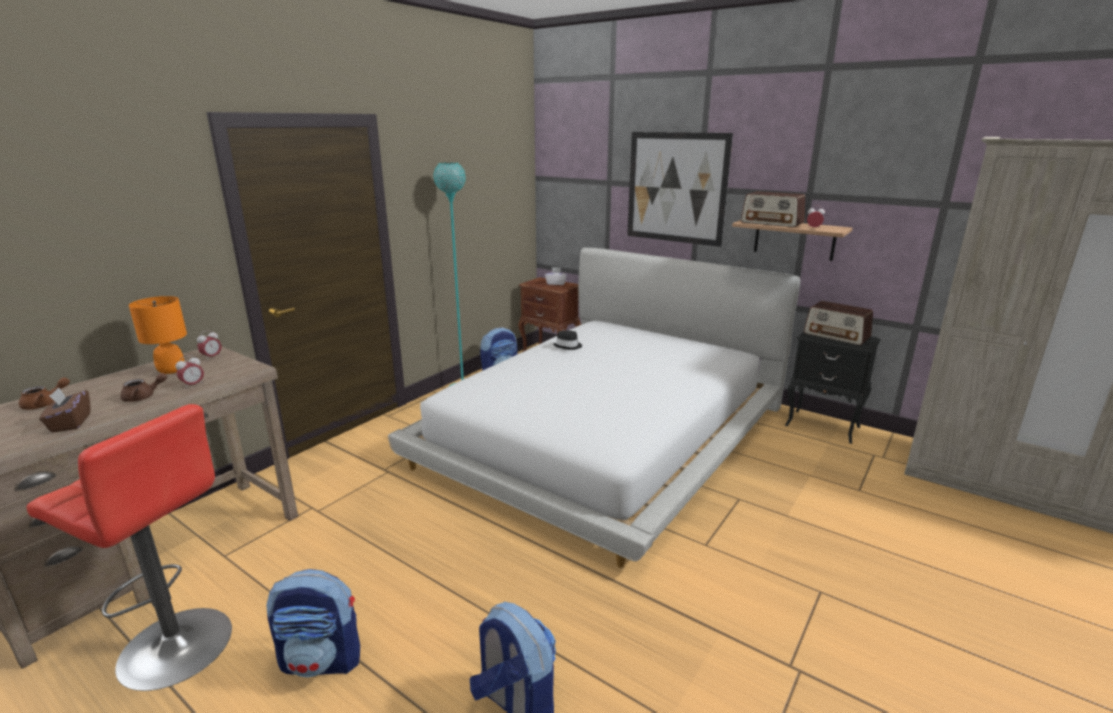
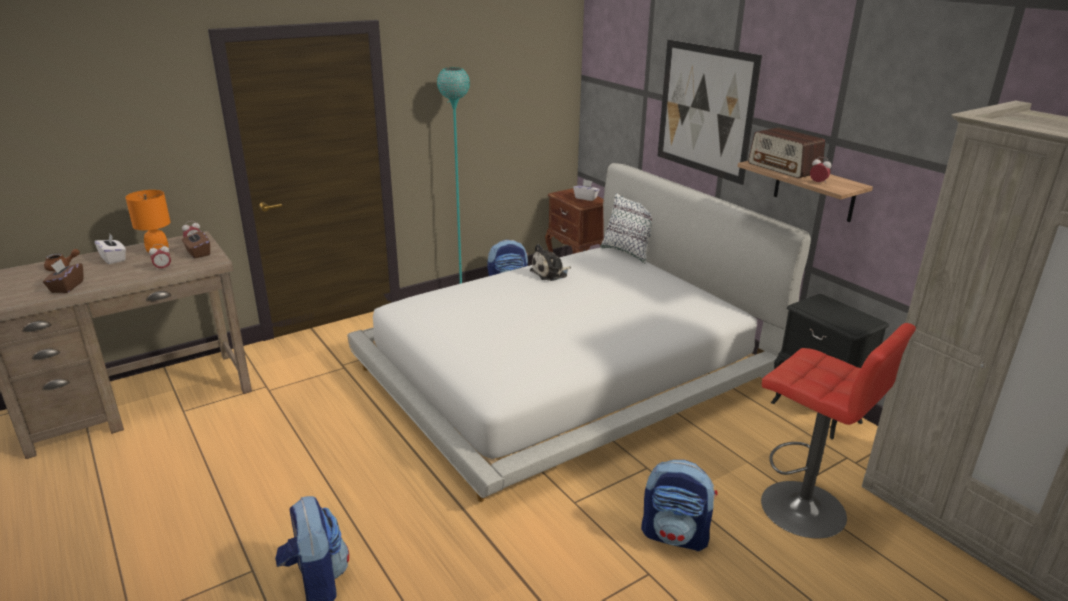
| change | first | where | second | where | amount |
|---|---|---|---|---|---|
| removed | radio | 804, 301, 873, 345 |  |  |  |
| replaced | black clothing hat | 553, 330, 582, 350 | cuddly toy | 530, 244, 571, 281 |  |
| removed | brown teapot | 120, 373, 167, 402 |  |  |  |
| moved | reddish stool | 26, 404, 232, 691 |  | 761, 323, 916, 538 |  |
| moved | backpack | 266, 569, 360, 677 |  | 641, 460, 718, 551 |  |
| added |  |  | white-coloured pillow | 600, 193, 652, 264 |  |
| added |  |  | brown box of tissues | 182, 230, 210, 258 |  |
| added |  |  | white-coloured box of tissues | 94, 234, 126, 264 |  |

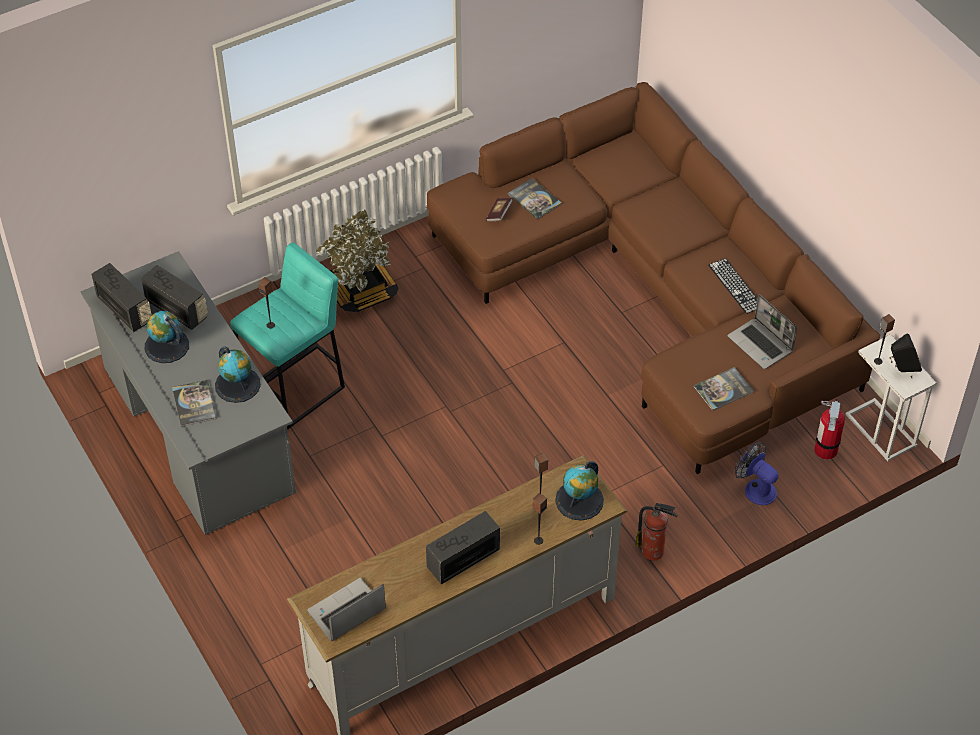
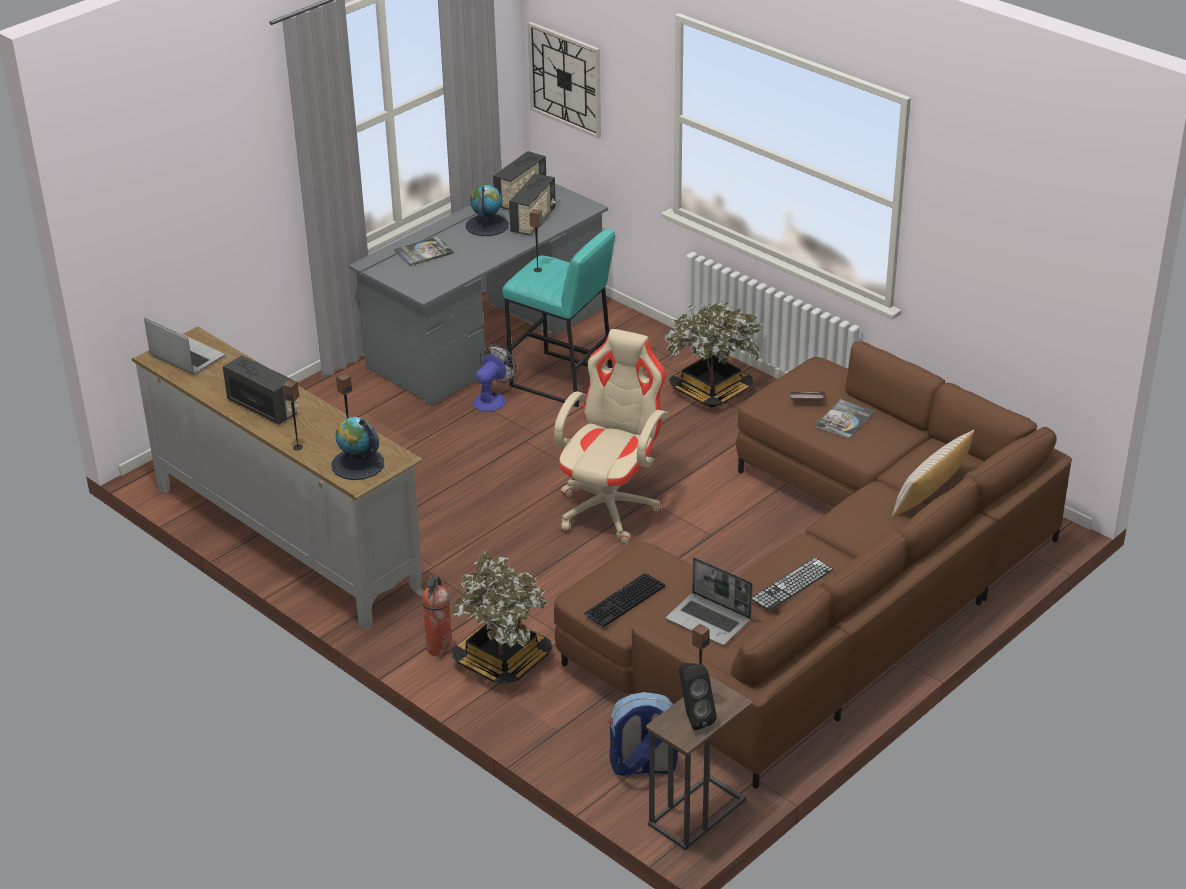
| change | first | where | second | where | amount |
|---|---|---|---|---|---|
| turned | notebook computer | 727, 294, 797, 369 |  | 666, 557, 752, 645 | 90 degrees counterclockwise |
| recoloured | white-coloured accent table | 846, 335, 937, 461 | brown accent table | 646, 677, 752, 851 |  |
| removed | world globe | 215, 346, 261, 403 |  |  |  |
| replaced | volume | 694, 367, 754, 411 | keyboard | 583, 573, 665, 628 |  |
| replaced | fire extinguisher | 814, 399, 845, 460 | backpack | 608, 692, 678, 776 |  |
| moved | fan | 735, 443, 779, 505 |  | 474, 344, 517, 412 |  |
| added |  |  | hanging clock | 527, 22, 601, 138 |  |
| added |  |  | sand-coloured desk chair | 554, 329, 669, 544 |  |
| added |  |  | sand-coloured pillow | 892, 430, 975, 517 |  |
| added |  |  | plant in a pot | 452, 552, 552, 684 |  |

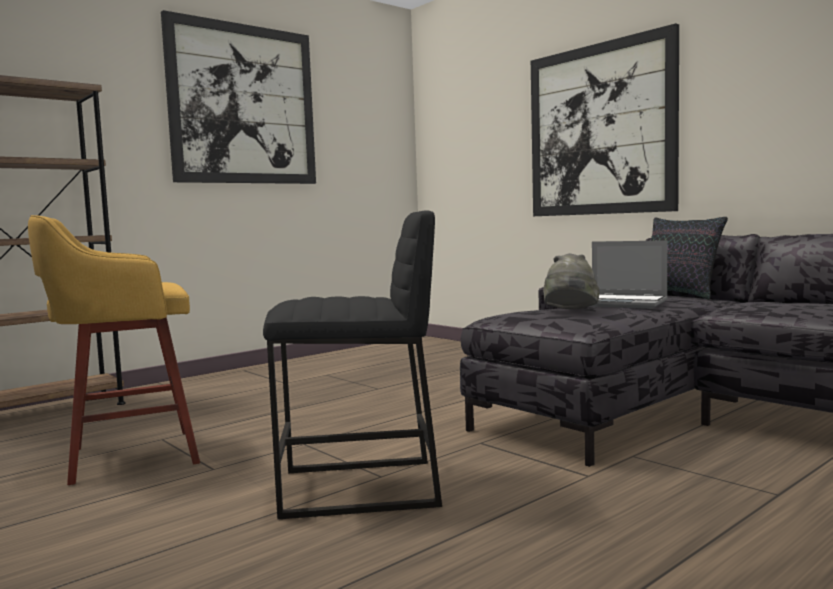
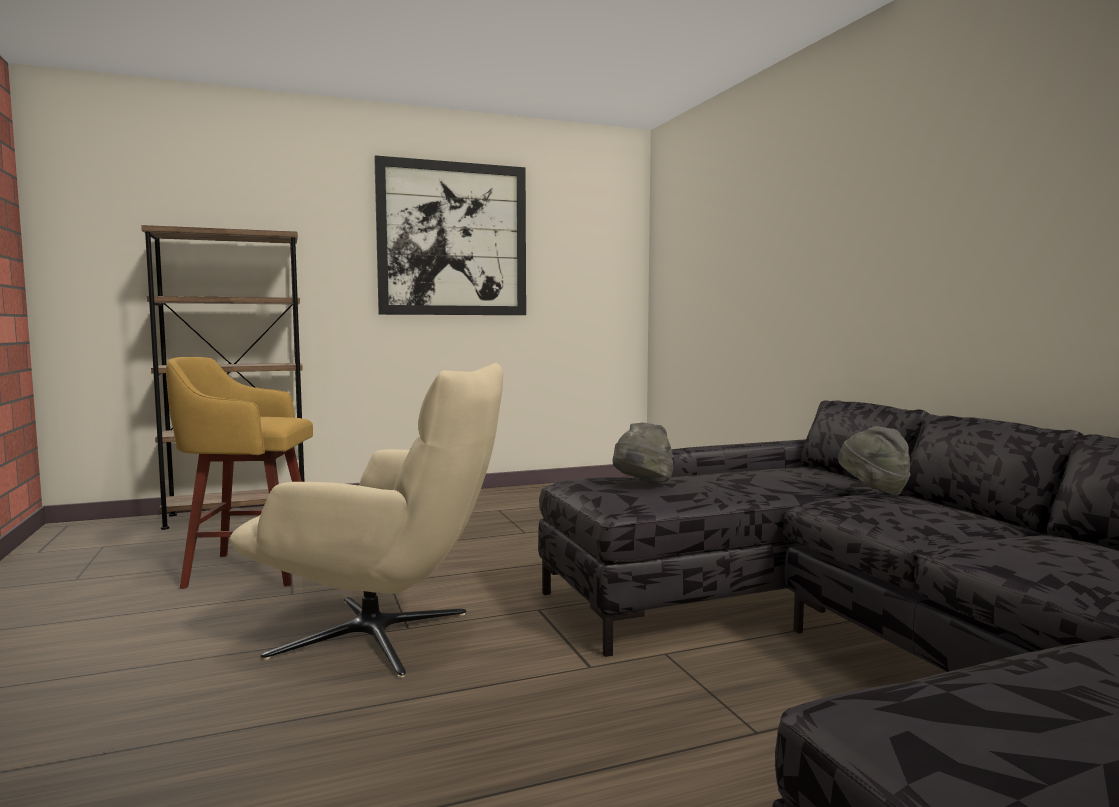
| change | first | where | second | where | amount |
|---|---|---|---|---|---|
| removed | picture | 531, 23, 679, 216 |  |  |  |
| replaced | black stool | 263, 210, 442, 519 | sand-coloured lounge chair | 230, 363, 503, 678 |  |
| removed | black pillow | 651, 217, 728, 300 |  |  |  |
| removed | notebook computer | 589, 240, 667, 309 |  |  |  |
| added |  |  | greyish clothing hat | 838, 426, 911, 495 |  |

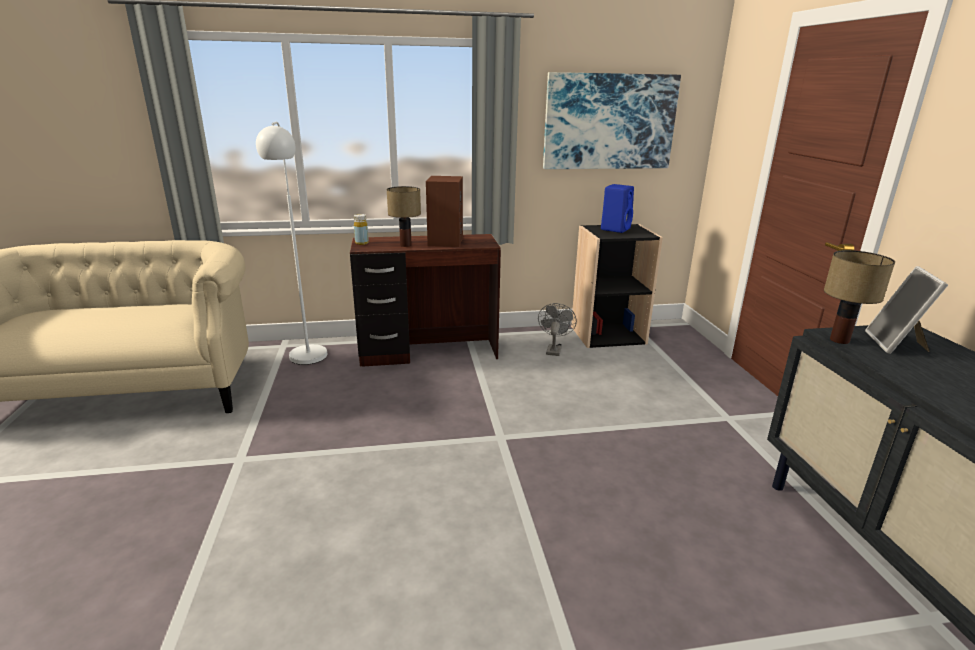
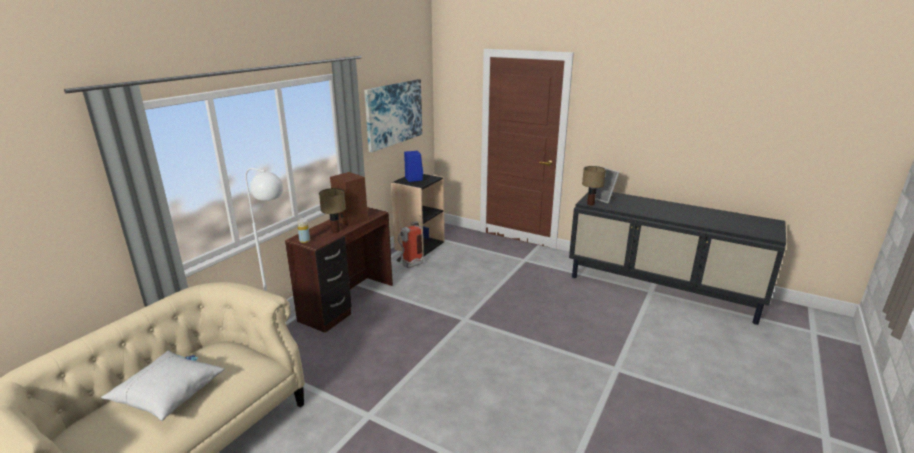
| change | first | where | second | where | amount |
|---|---|---|---|---|---|
| replaced | greyish fan | 538, 303, 577, 356 | fire extinguisher | 396, 221, 423, 268 |  |
| added |  |  | greyish pillow | 101, 350, 225, 421 |  |

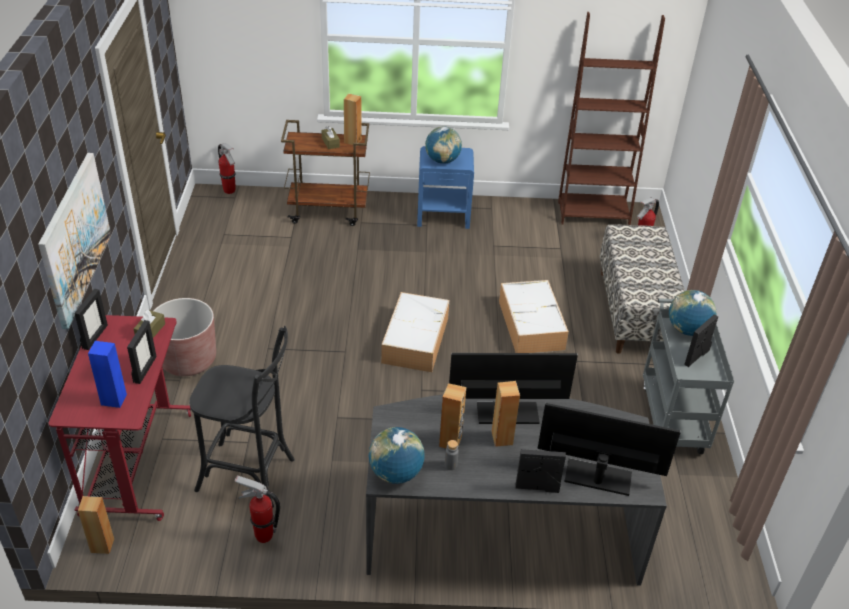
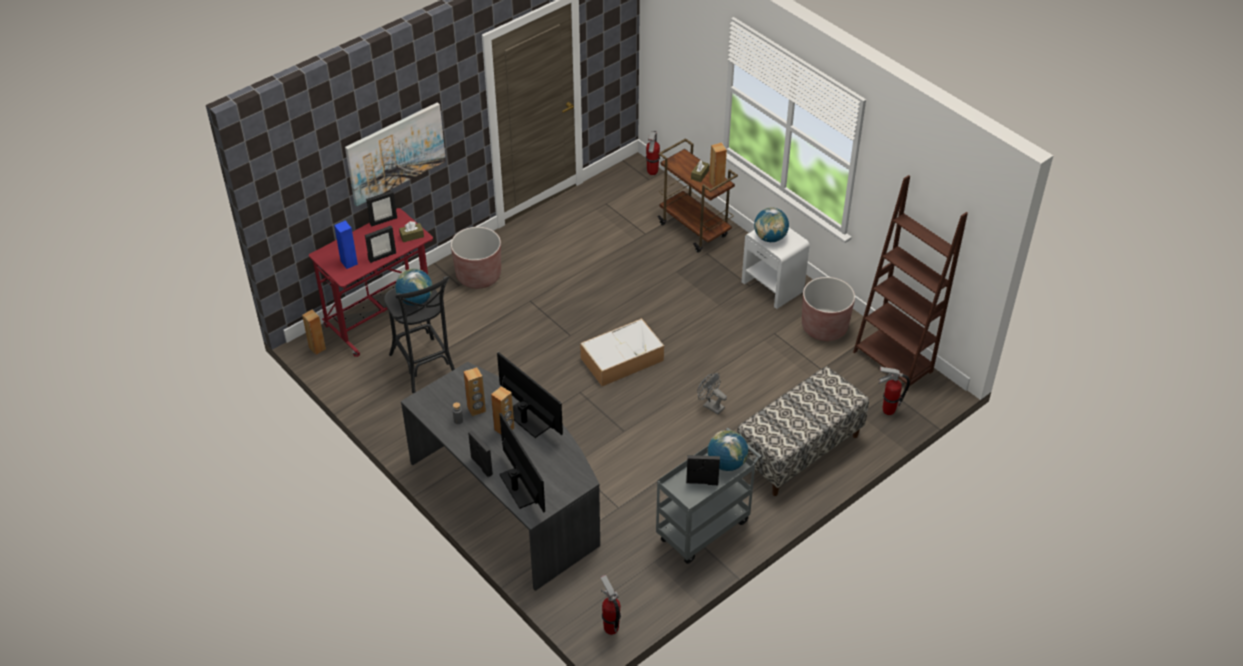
| change | first | where | second | where | amount |
|---|---|---|---|---|---|
| recoloured | blue nightstand | 417, 146, 474, 229 | white-coloured nightstand | 742, 228, 810, 309 |  |
| replaced | storage bin | 499, 280, 569, 353 | greyish fan | 697, 373, 727, 414 |  |
| moved | world globe | 369, 427, 425, 484 |  | 395, 269, 432, 306 |  |
| moved | fire extinguisher | 235, 475, 280, 543 |  | 600, 574, 621, 635 |  |
| added |  |  | brown planter | 802, 277, 855, 341 |  |

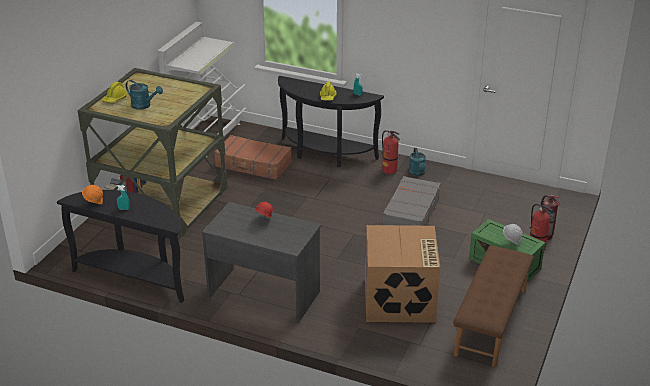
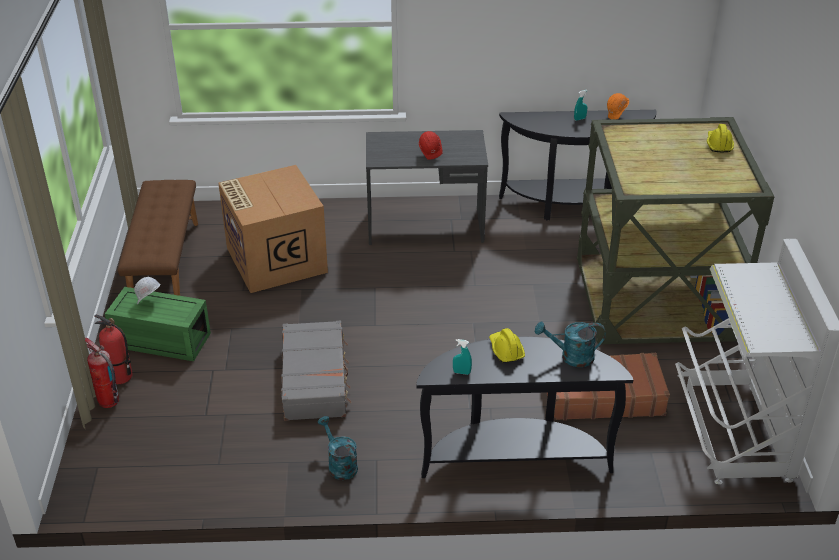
| change | first | where | second | where | amount |
|---|---|---|---|---|---|
| moved | turquoise-coloured sprinkling can | 126, 80, 163, 110 |  | 535, 322, 606, 367 |  |
| removed | fire extinguisher | 382, 130, 400, 174 |  |  |  |

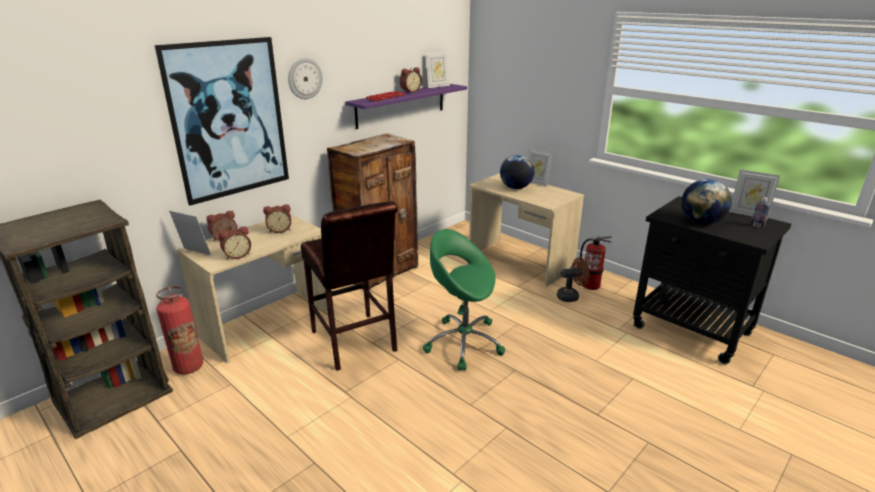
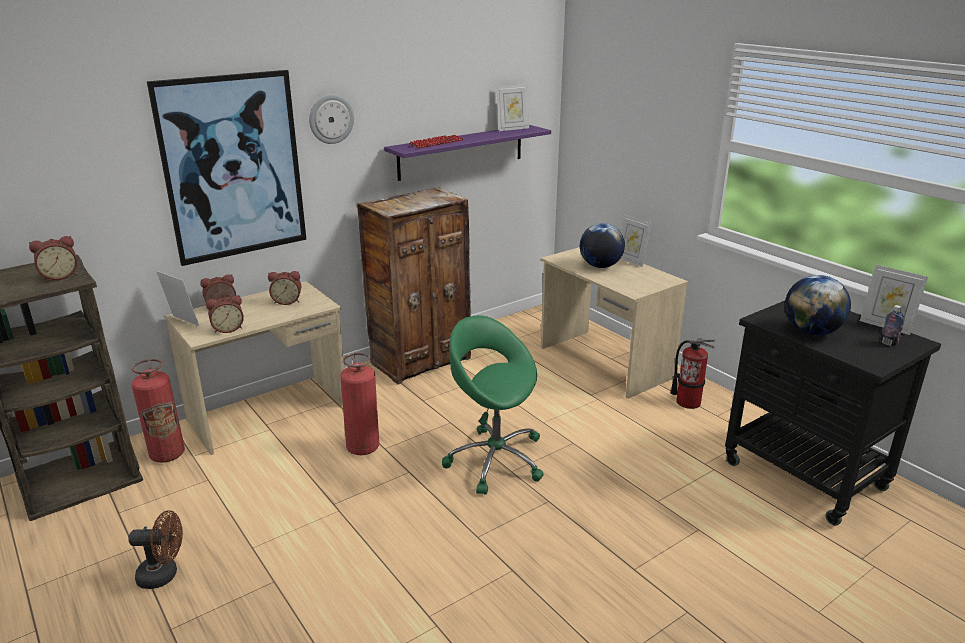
| change | first | where | second | where | amount |
|---|---|---|---|---|---|
| moved | table clock | 400, 67, 422, 93 |  | 29, 236, 77, 281 |  |
| replaced | brown stool | 301, 201, 398, 371 | fire extinguisher | 340, 353, 379, 455 |  |
| moved | brown fan | 557, 258, 590, 302 |  | 128, 510, 183, 589 |  |

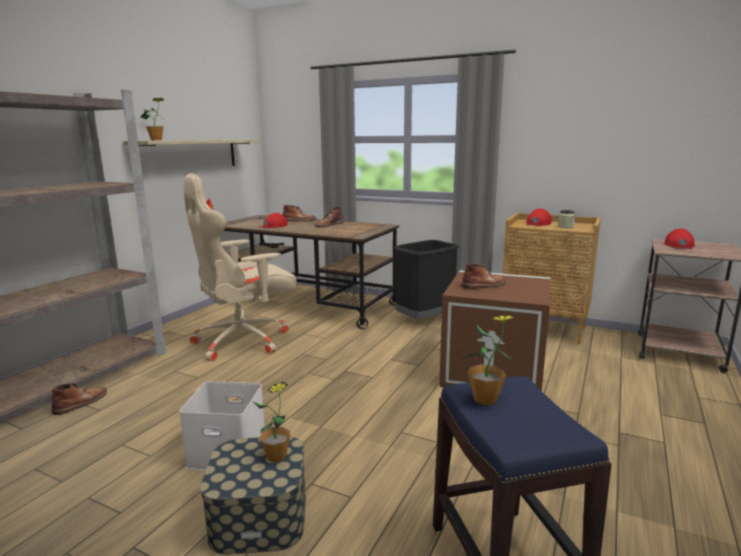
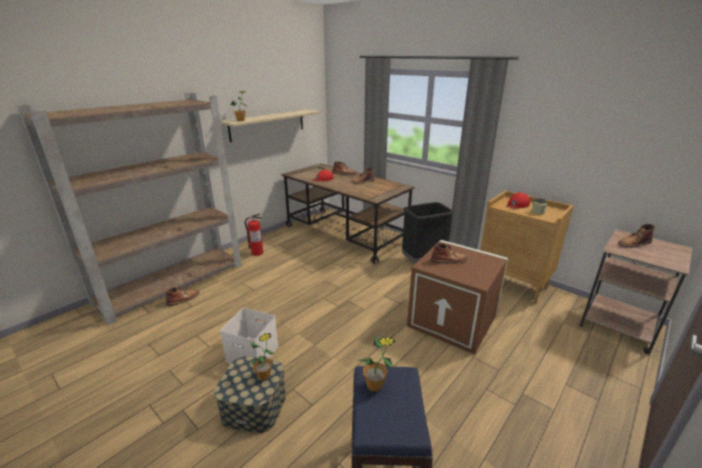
| change | first | where | second | where | amount |
|---|---|---|---|---|---|
| removed | sand-coloured desk chair | 183, 173, 297, 361 |  |  |  |
| replaced | reddish cap | 665, 228, 694, 249 | brown tall boot | 618, 224, 655, 248 |  |
| added |  |  | fire extinguisher | 245, 214, 263, 256 |  |

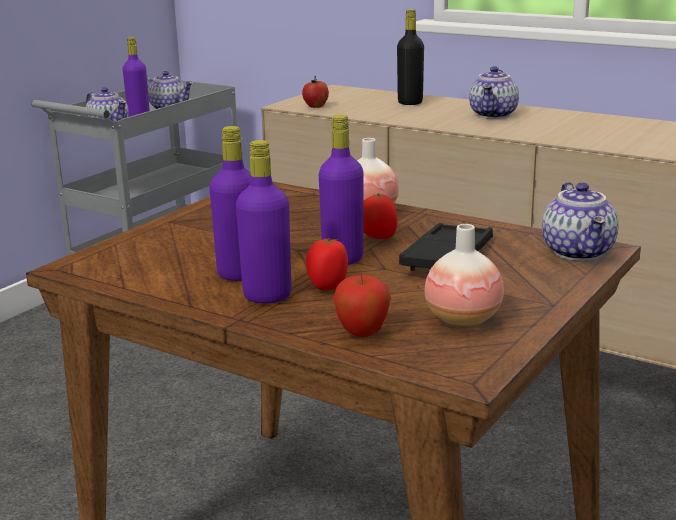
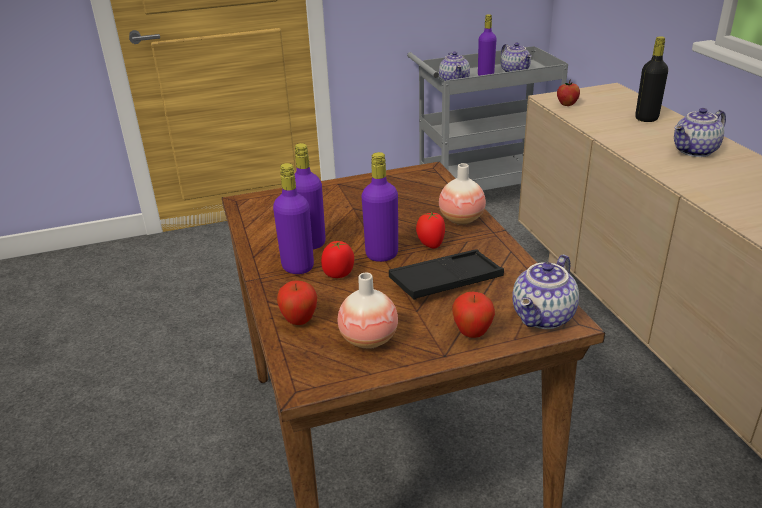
| change | first | where | second | where | amount |
|---|---|---|---|---|---|
| added |  |  | whole apple | 452, 292, 495, 338 |  |

